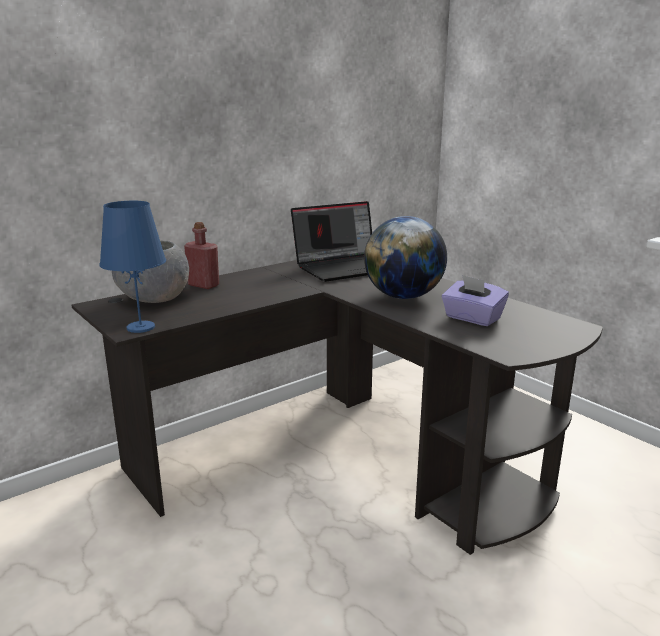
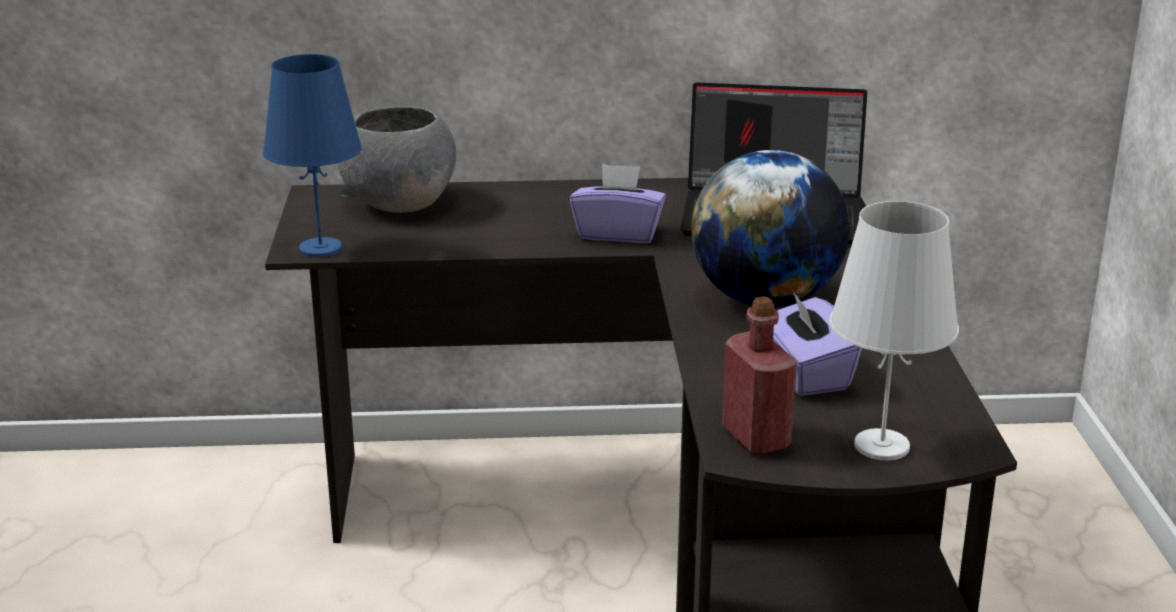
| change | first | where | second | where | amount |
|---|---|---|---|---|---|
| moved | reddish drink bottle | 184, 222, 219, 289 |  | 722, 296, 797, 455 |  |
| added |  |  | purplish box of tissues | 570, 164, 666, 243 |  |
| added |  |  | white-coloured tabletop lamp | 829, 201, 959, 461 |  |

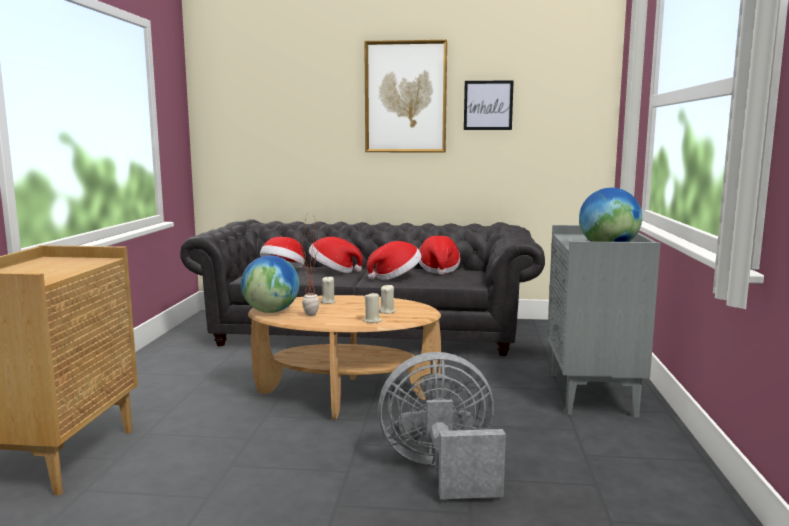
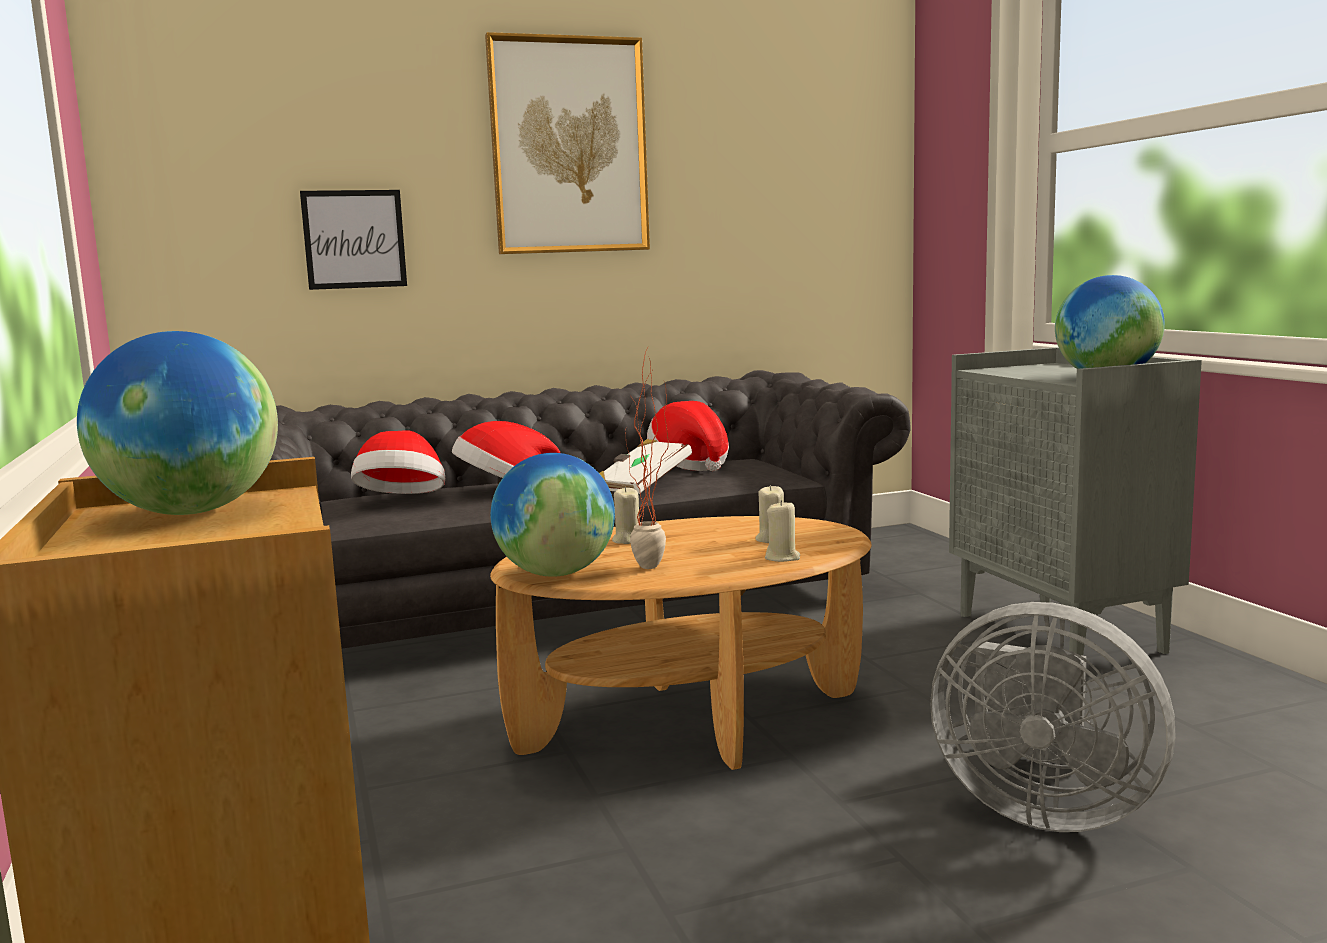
| change | first | where | second | where | amount |
|---|---|---|---|---|---|
| moved | picture | 464, 80, 514, 130 |  | 300, 190, 407, 290 |  |
| replaced | clothing hat | 367, 241, 422, 280 | white-coloured volume | 599, 439, 692, 494 |  |
| turned | greyish fan | 378, 352, 506, 499 |  | 930, 602, 1176, 832 | 120 degrees counterclockwise |
| added |  |  | world globe | 77, 331, 278, 515 |  |

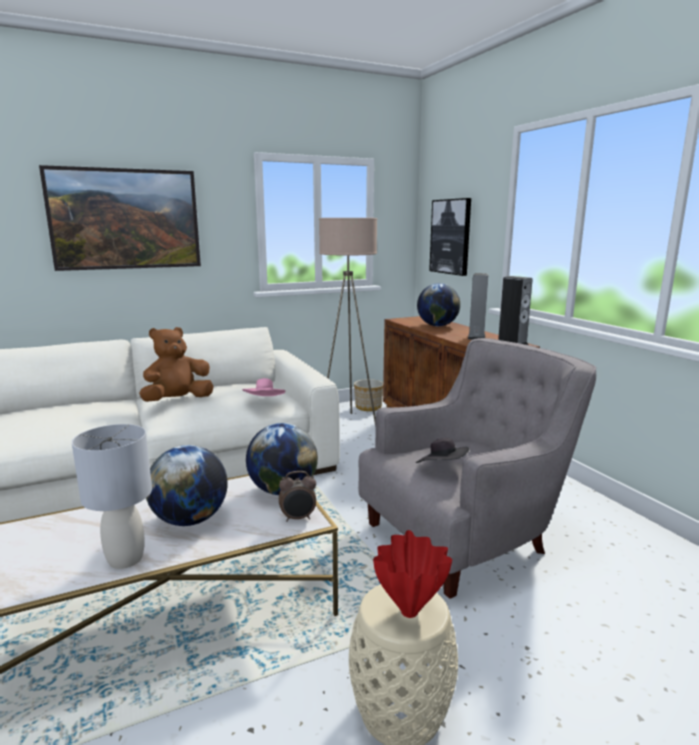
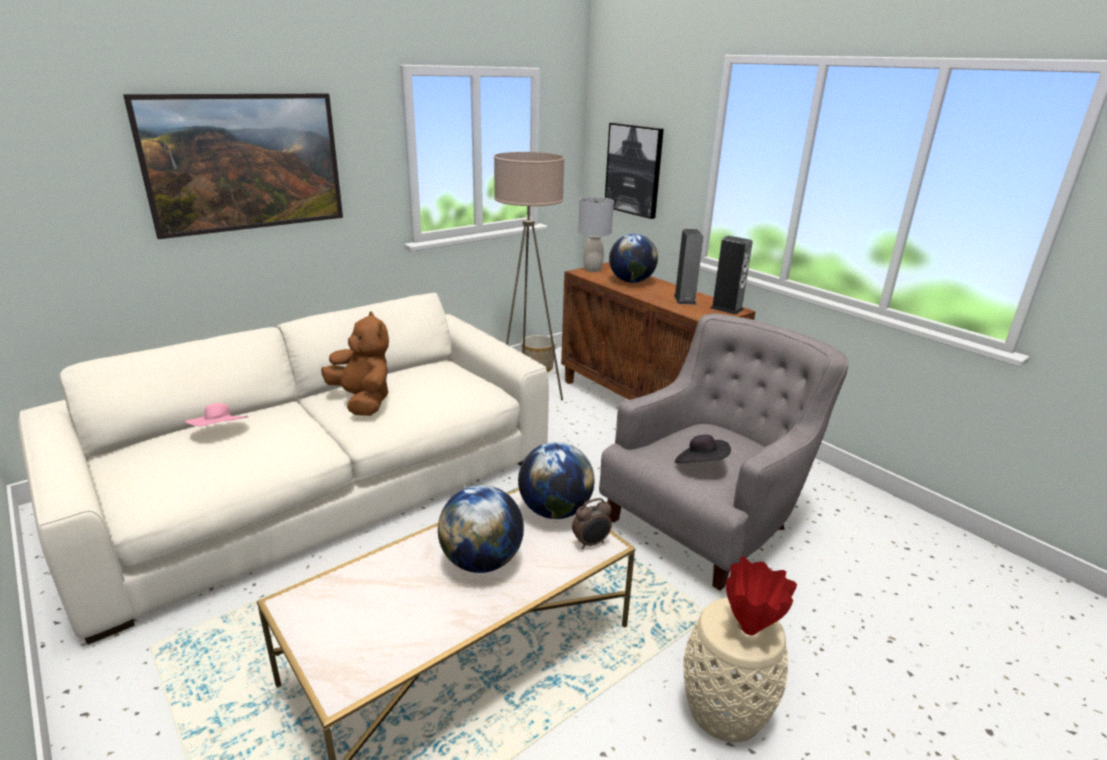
| change | first | where | second | where | amount |
|---|---|---|---|---|---|
| turned | brown cuddly toy | 139, 327, 214, 402 |  | 321, 311, 389, 416 | 105 degrees clockwise |
| moved | pinkish clothing hat | 242, 378, 286, 396 |  | 185, 403, 248, 426 |  |
| moved | greyish tabletop lamp | 72, 424, 152, 569 |  | 578, 197, 614, 272 |  |

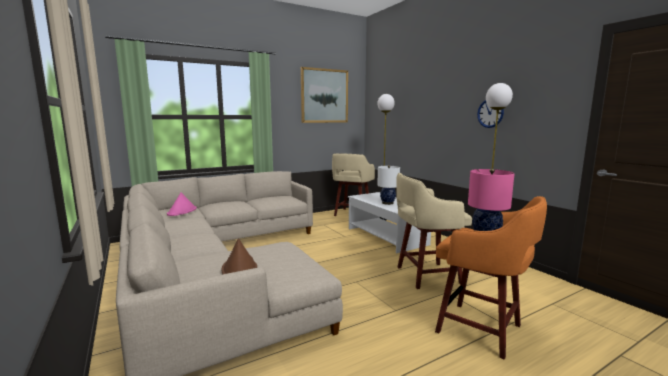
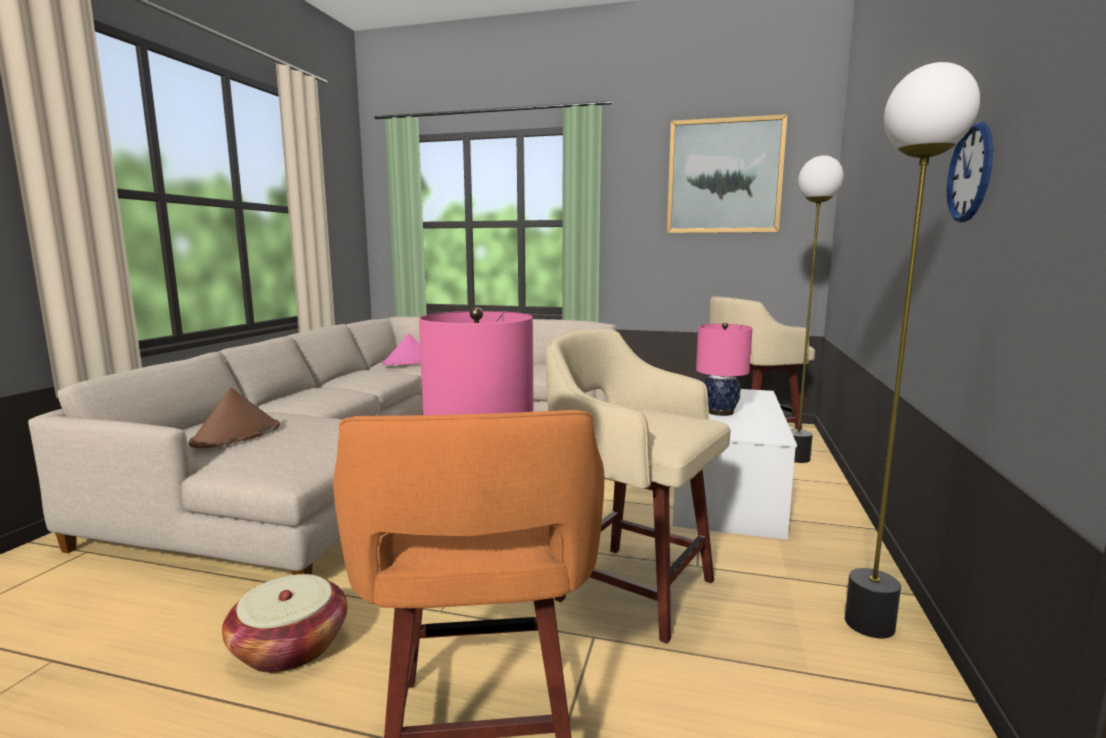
| change | first | where | second | where | amount |
|---|---|---|---|---|---|
| recoloured | white-coloured tabletop lamp | 377, 165, 400, 205 | pinkish tabletop lamp | 696, 322, 753, 416 |  |
| added |  |  | storage basket | 222, 574, 347, 673 |  |

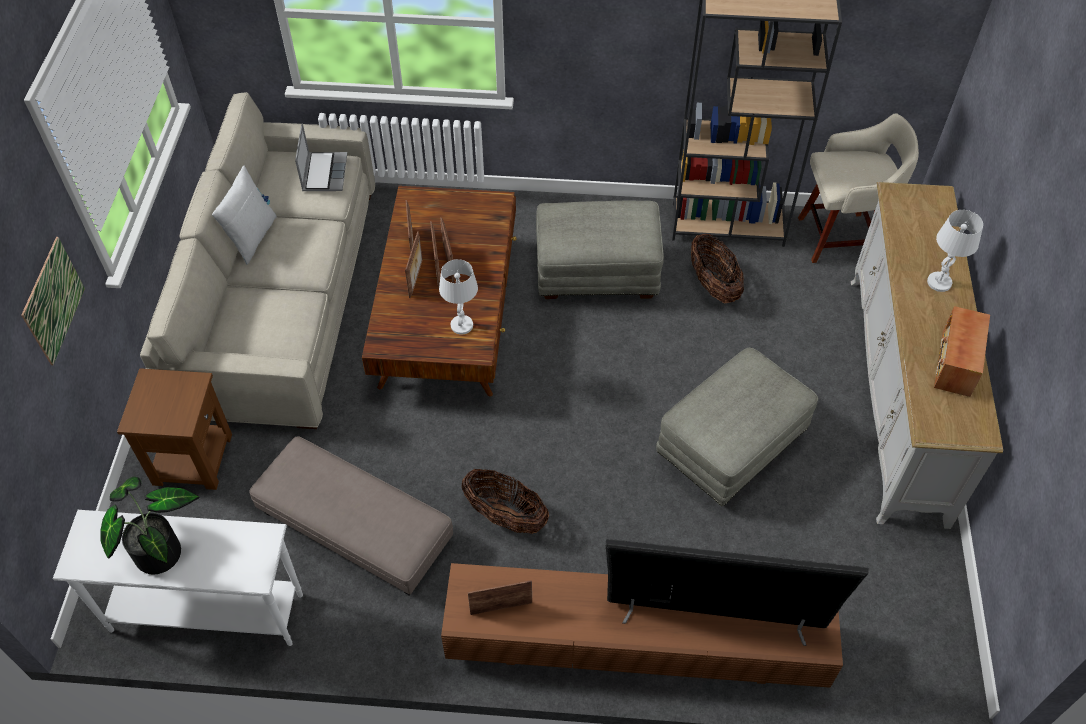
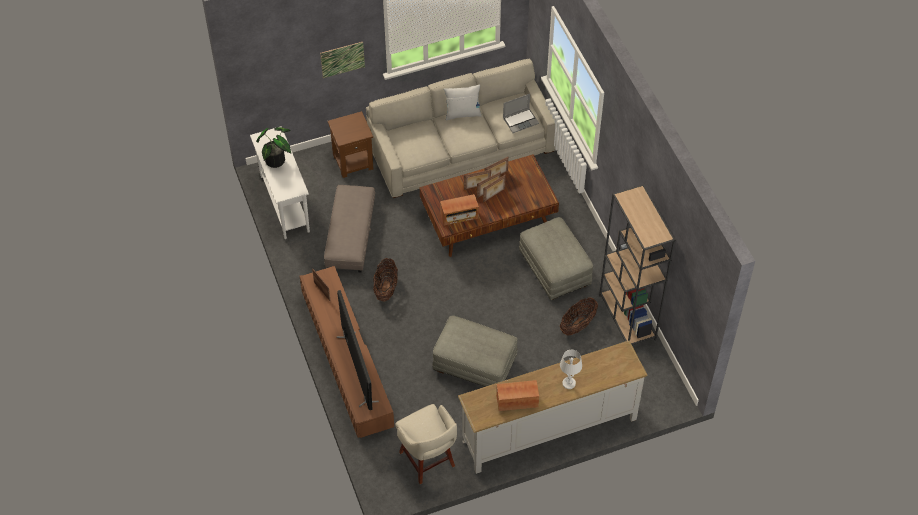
| change | first | where | second | where | amount |
|---|---|---|---|---|---|
| moved | sand-coloured stool | 798, 113, 919, 263 |  | 396, 404, 457, 484 |  |
| replaced | white-coloured tabletop lamp | 439, 259, 478, 335 | radio | 440, 194, 479, 225 |  |

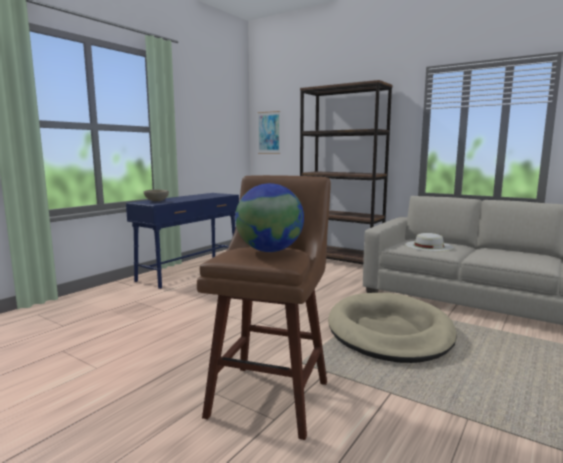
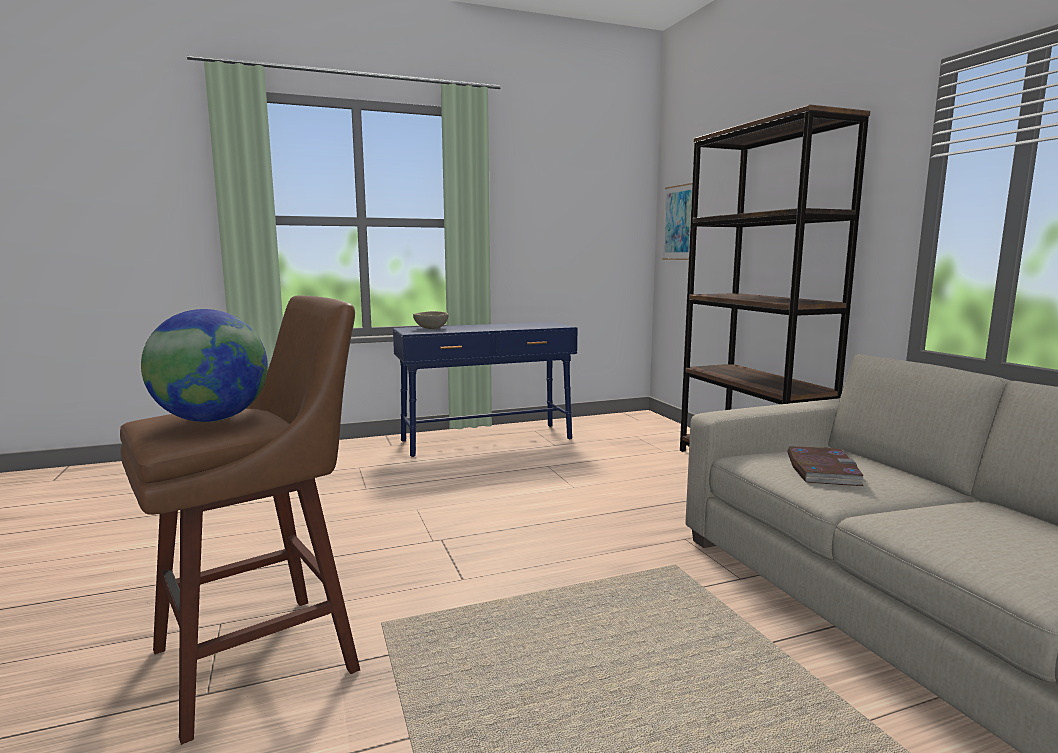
| change | first | where | second | where | amount |
|---|---|---|---|---|---|
| replaced | white-coloured clothing hat | 405, 233, 454, 251 | volume | 788, 446, 866, 486 |  |
| removed | sand-coloured pet bed | 328, 293, 457, 363 |  |  |  |

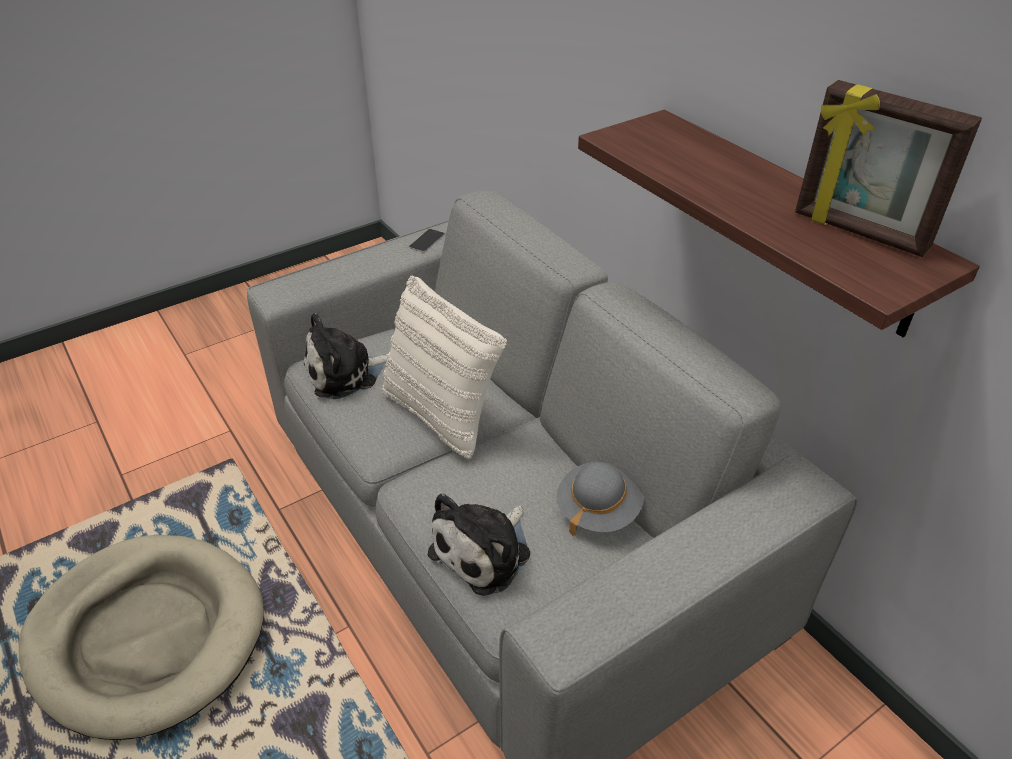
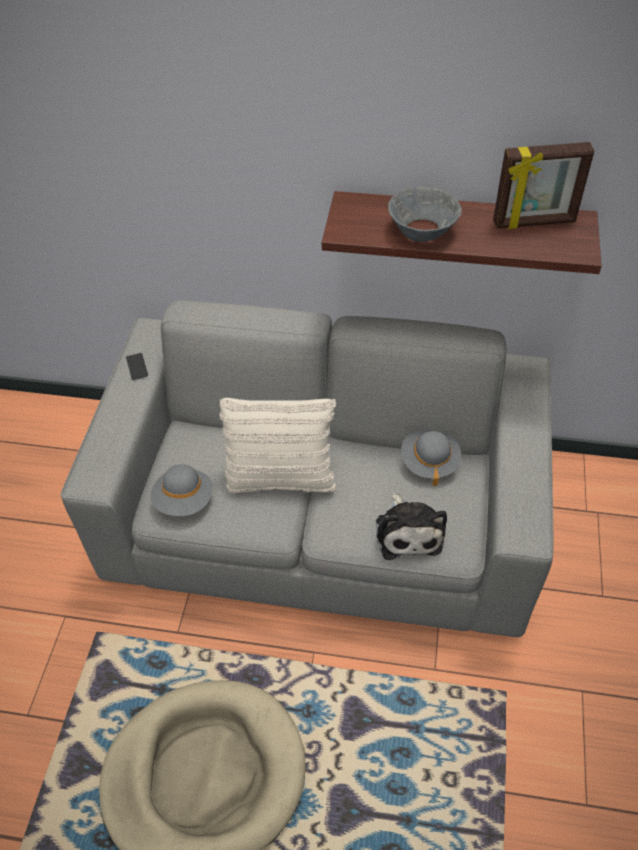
| change | first | where | second | where | amount |
|---|---|---|---|---|---|
| replaced | cuddly toy | 304, 313, 388, 399 | greyish clothing hat | 151, 464, 213, 516 |  |
| added |  |  | greyish bowl | 388, 187, 462, 242 |  |

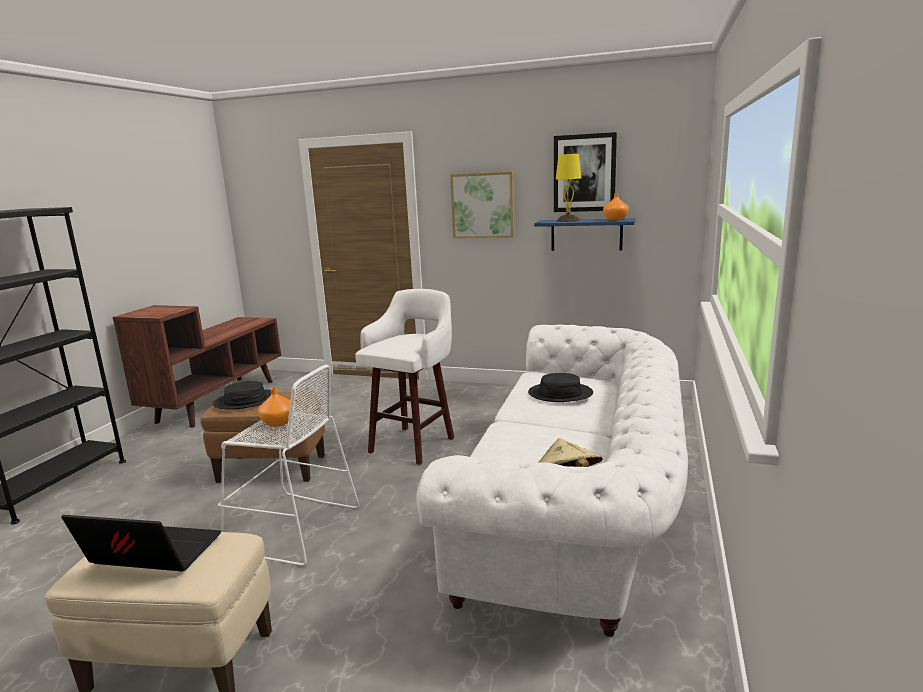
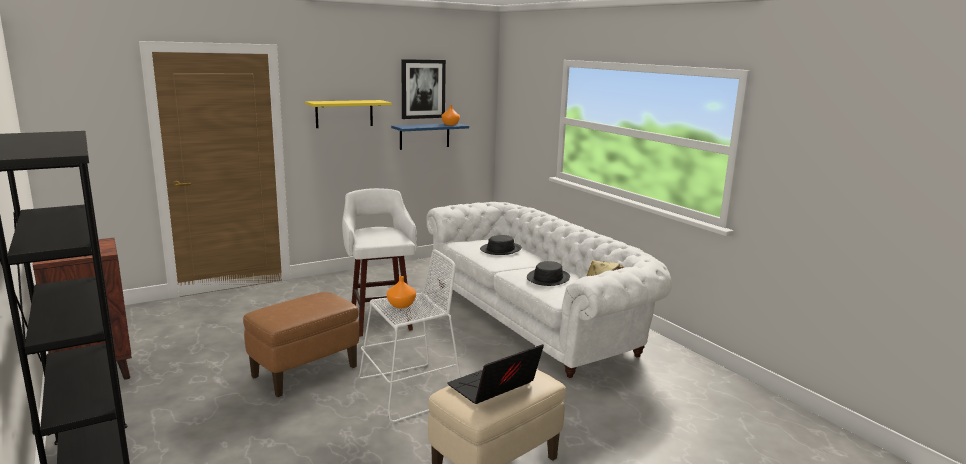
| change | first | where | second | where | amount |
|---|---|---|---|---|---|
| removed | yellowish tabletop lamp | 556, 152, 581, 222 |  |  |  |
| replaced | picture | 450, 171, 514, 238 | yellowish shelf | 305, 100, 392, 128 |  |
| moved | black clothing hat | 213, 381, 271, 410 |  | 527, 261, 570, 286 |  |

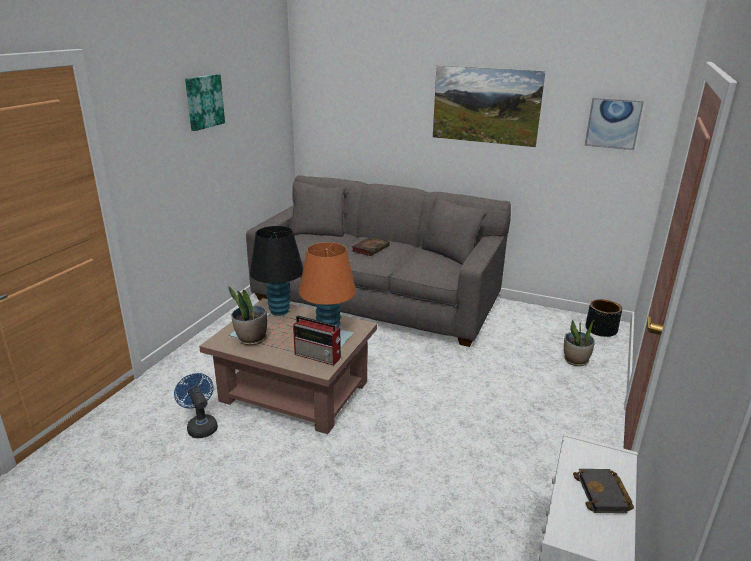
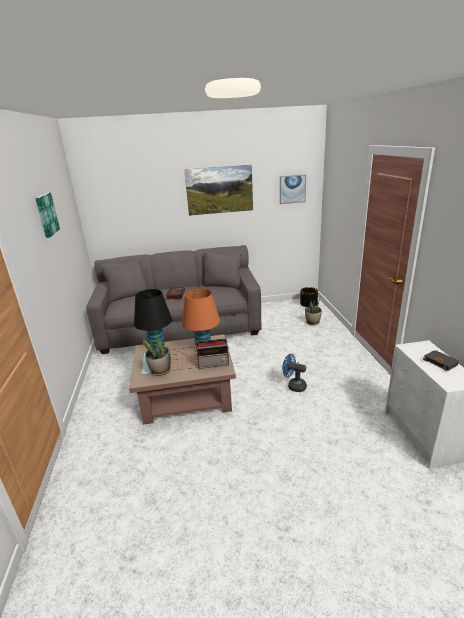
| change | first | where | second | where | amount |
|---|---|---|---|---|---|
| moved | blue fan | 174, 373, 218, 438 |  | 282, 354, 307, 392 |  |

